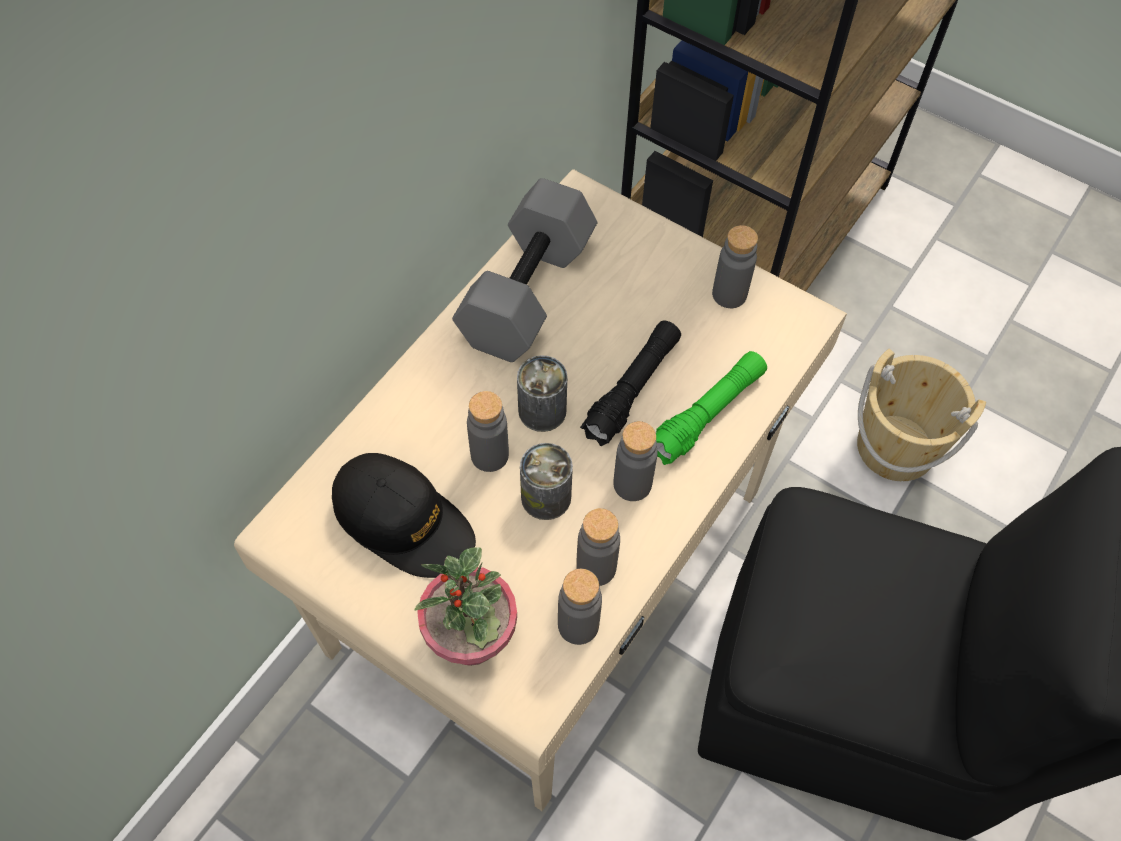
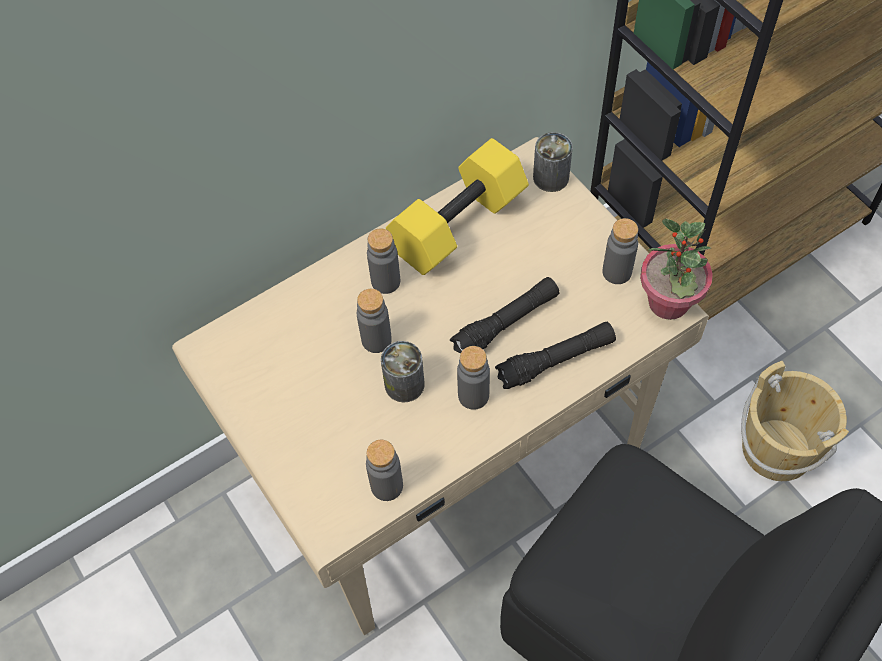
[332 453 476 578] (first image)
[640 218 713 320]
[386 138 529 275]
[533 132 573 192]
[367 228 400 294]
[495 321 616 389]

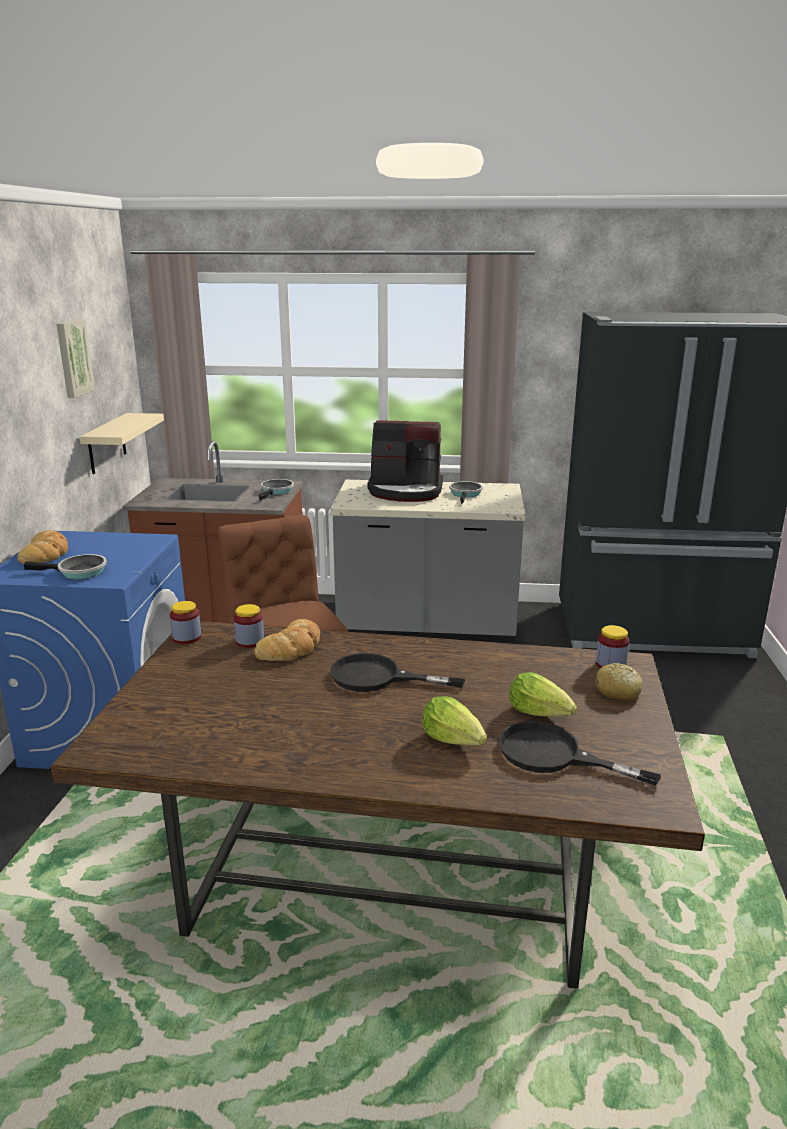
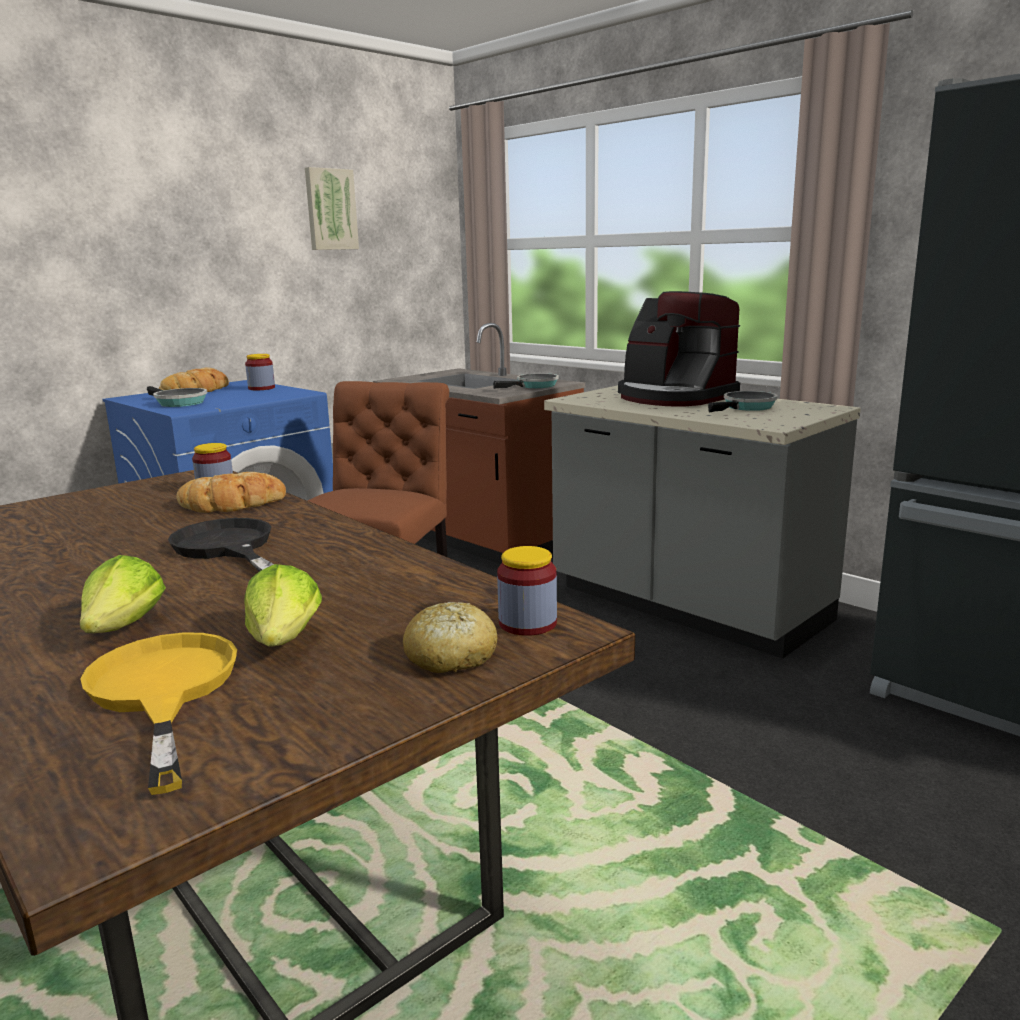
[80 413 164 474] (first image)
[245 354 275 390]
[81 632 237 795]

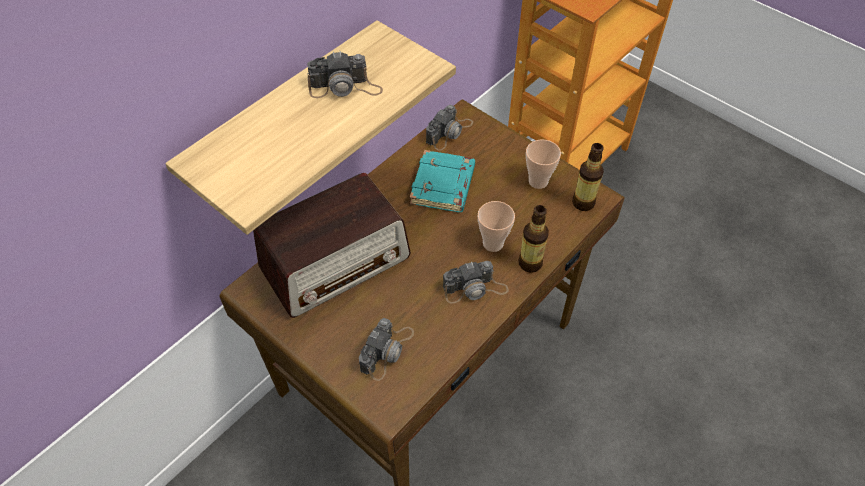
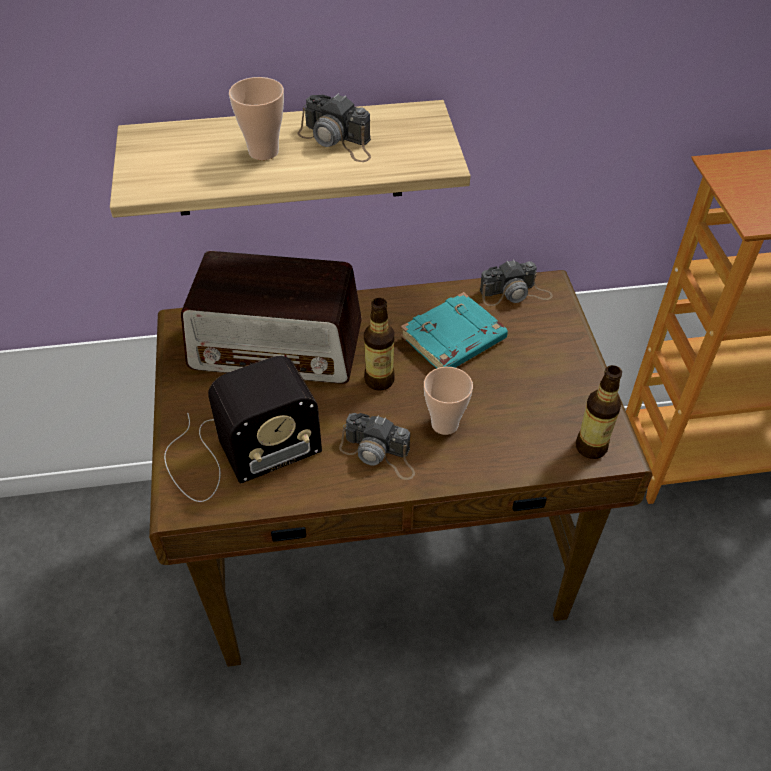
[164 356 322 502]
[364 298 395 391]
[229 77 284 160]

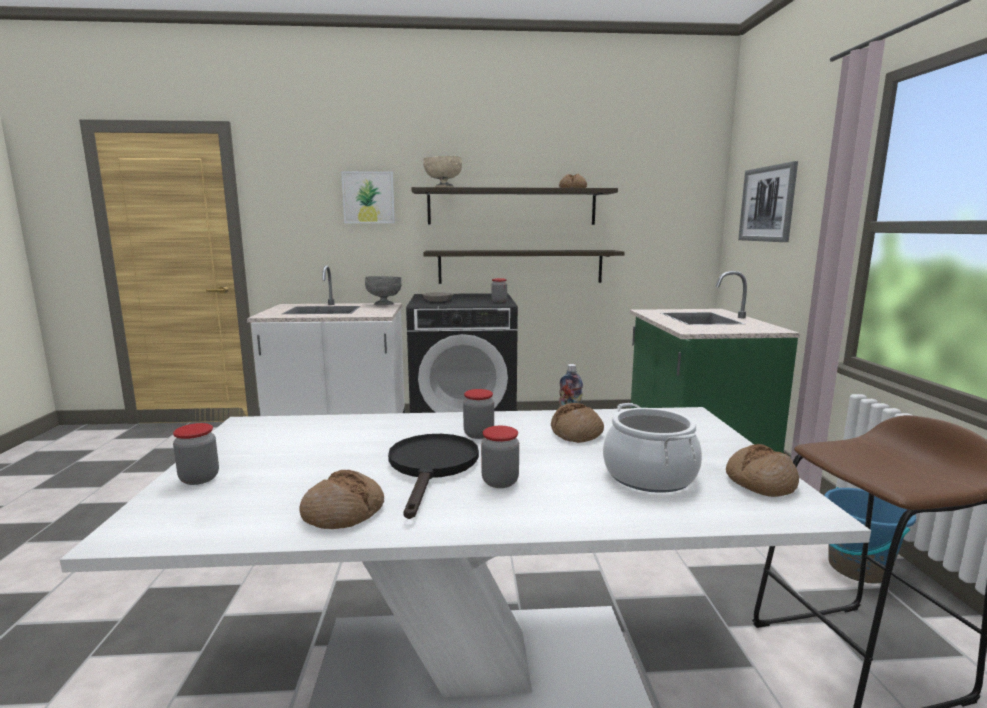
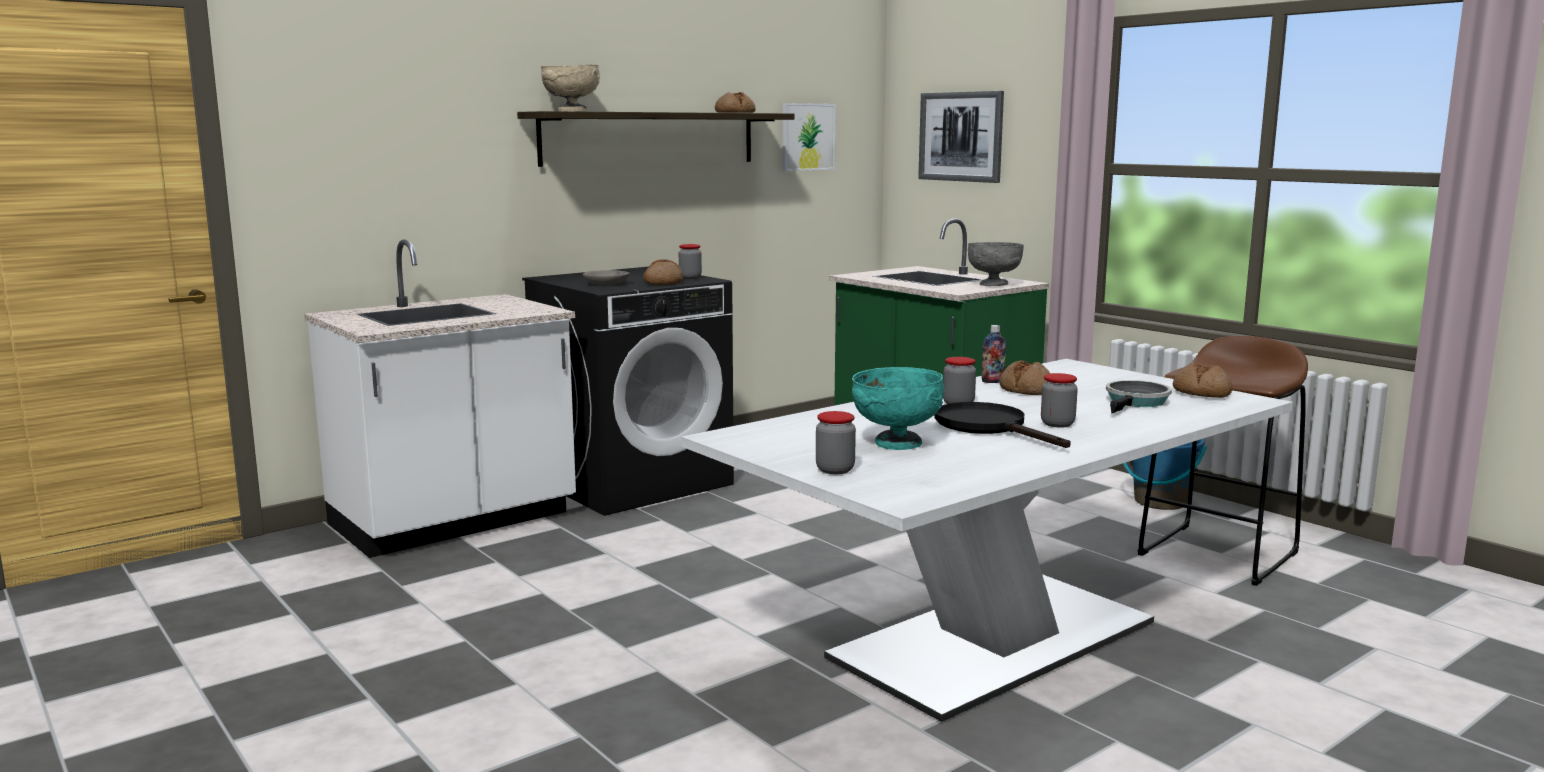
[643 259 683 285]
[783 103 836 171]
[968 242 1024 286]
[423 250 624 284] (first image)
[1106 380 1172 413]
[852 367 944 450]

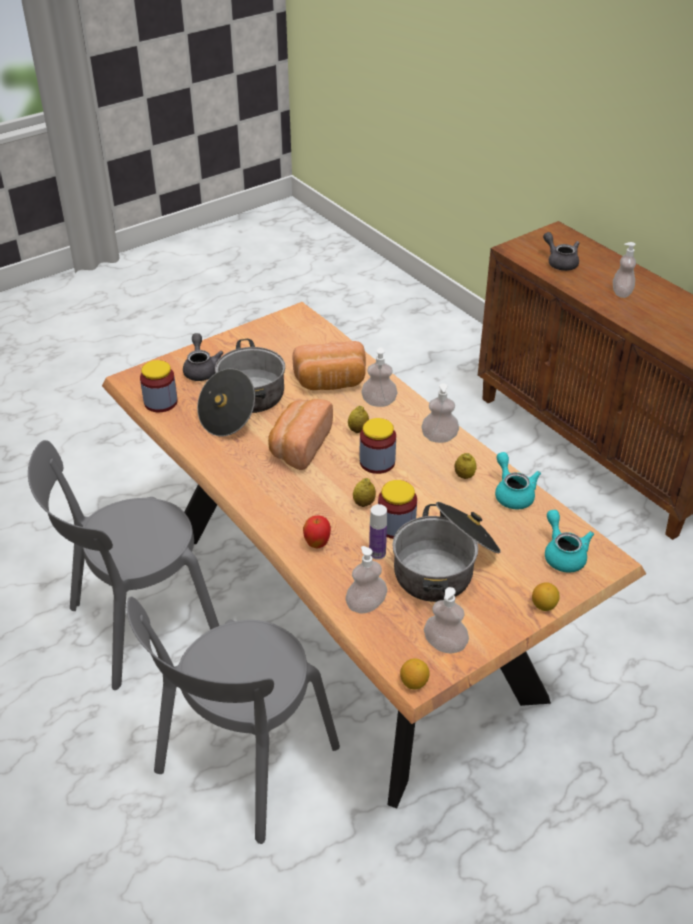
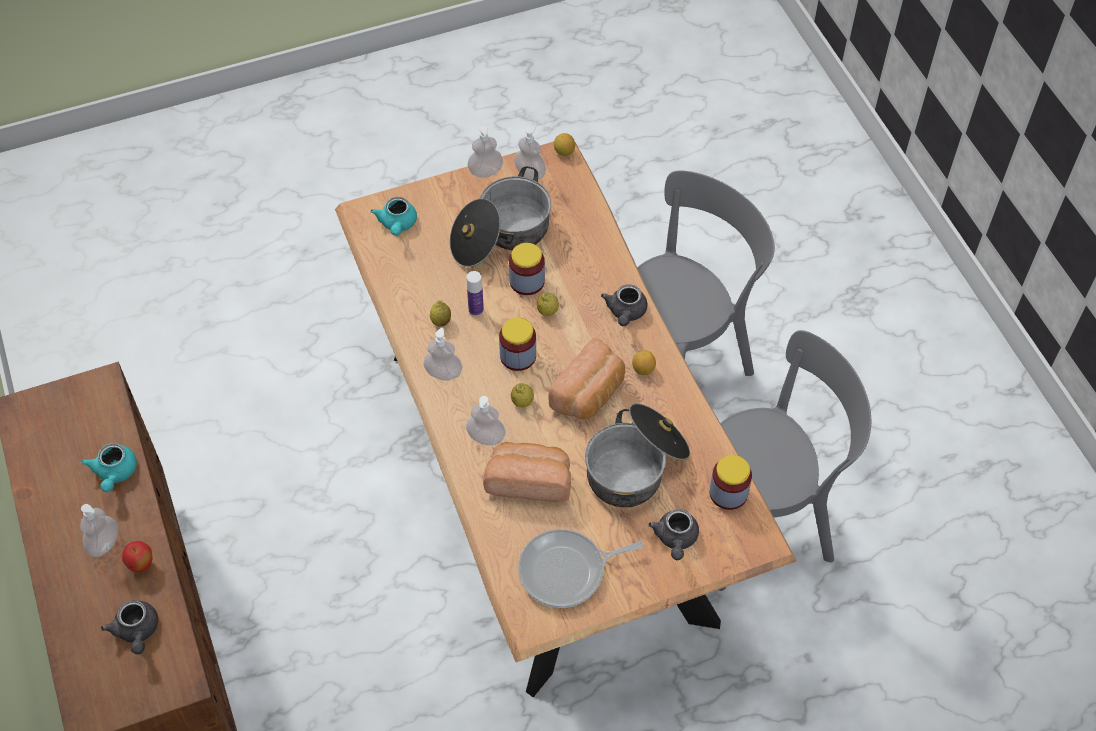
[122 541 153 572]
[467 126 503 178]
[467 271 484 316]
[81 443 137 492]
[632 350 656 375]
[518 529 644 608]
[601 284 647 326]

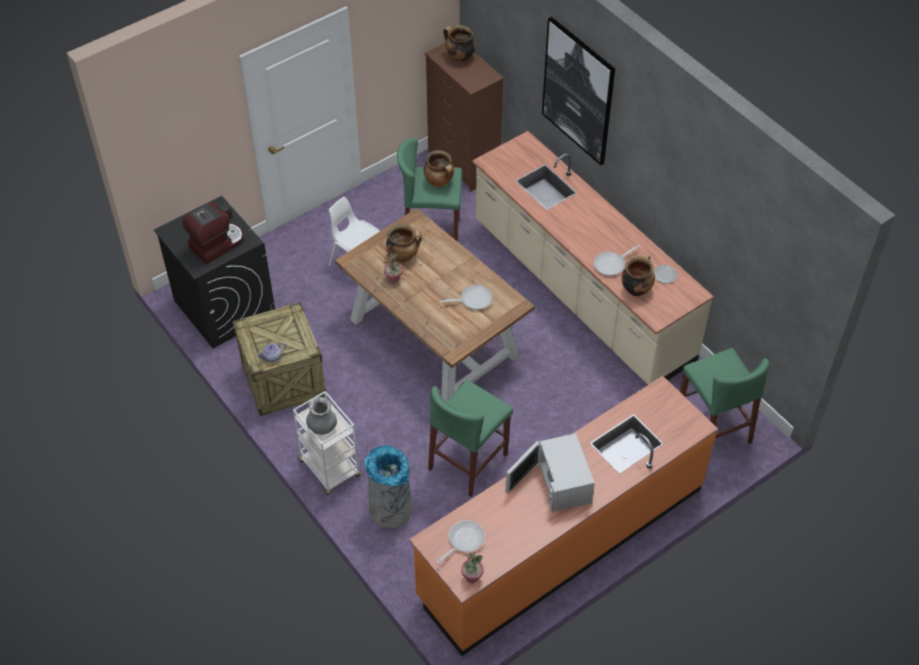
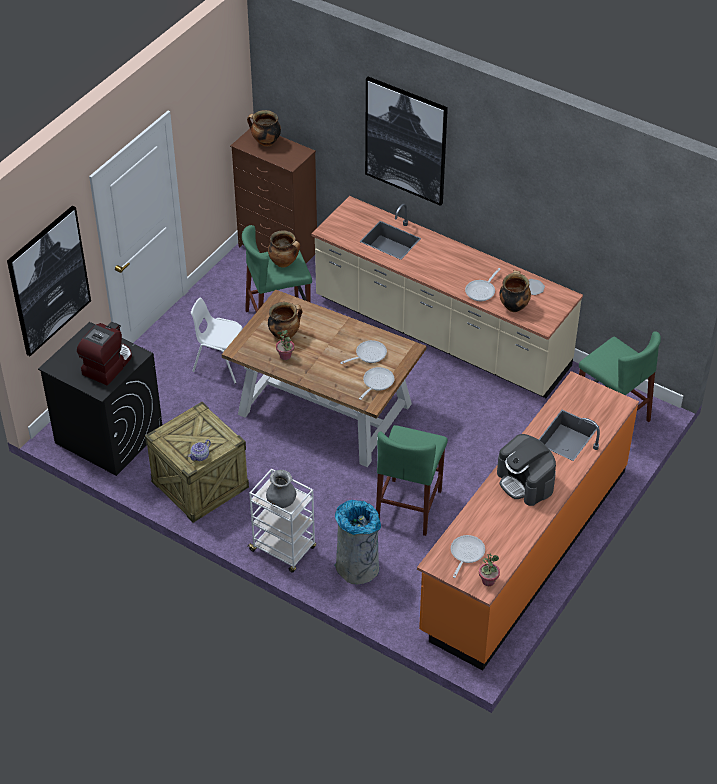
[497 434 556 506]
[7 205 91 356]
[359 367 394 400]

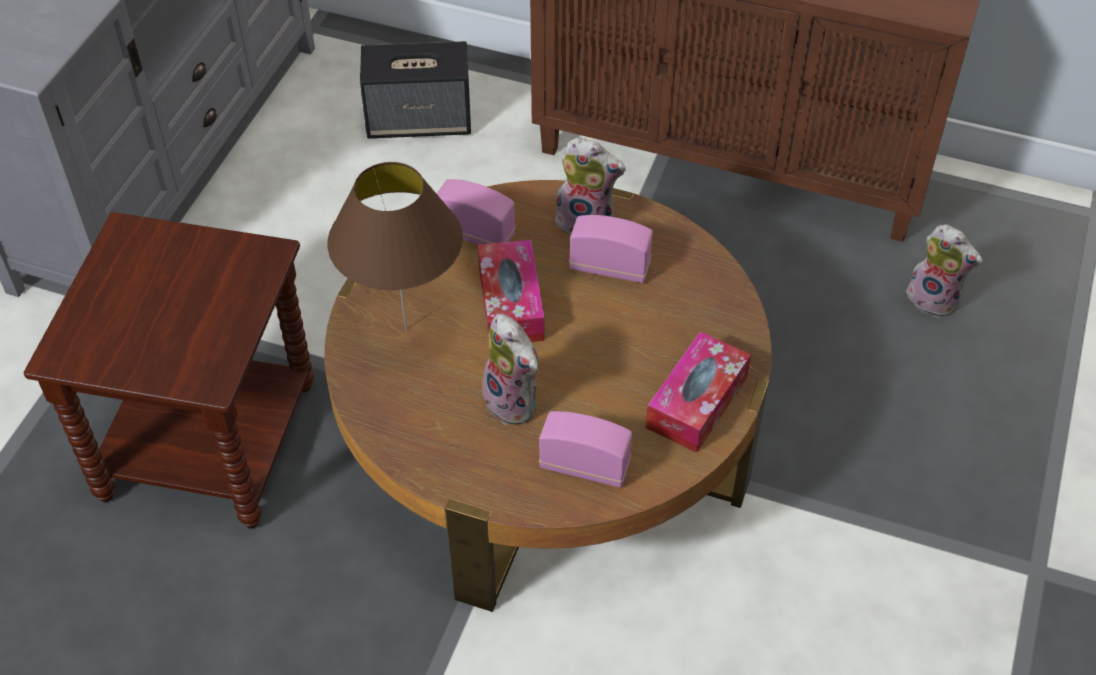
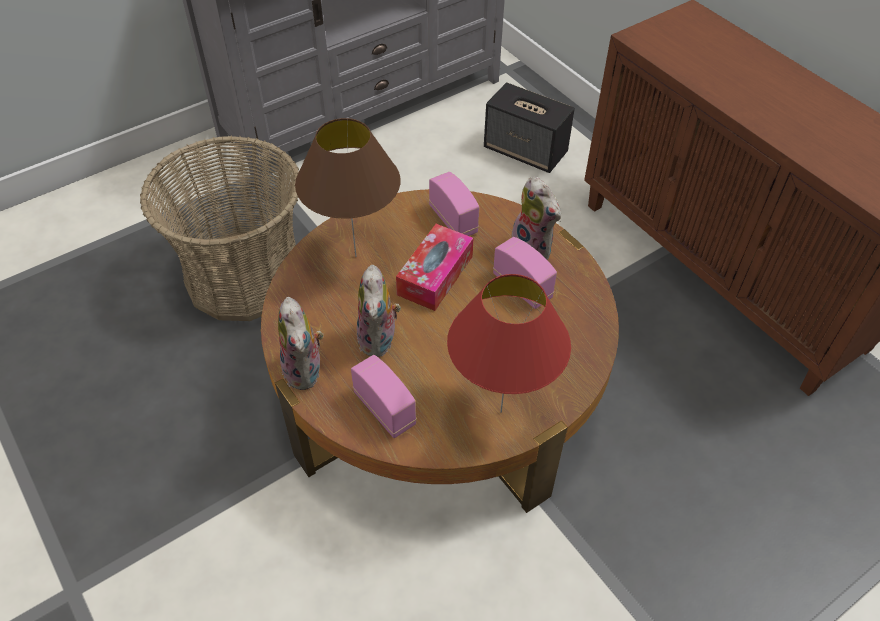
[140 136 299 321]
[447 274 571 413]
[278 297 323 390]

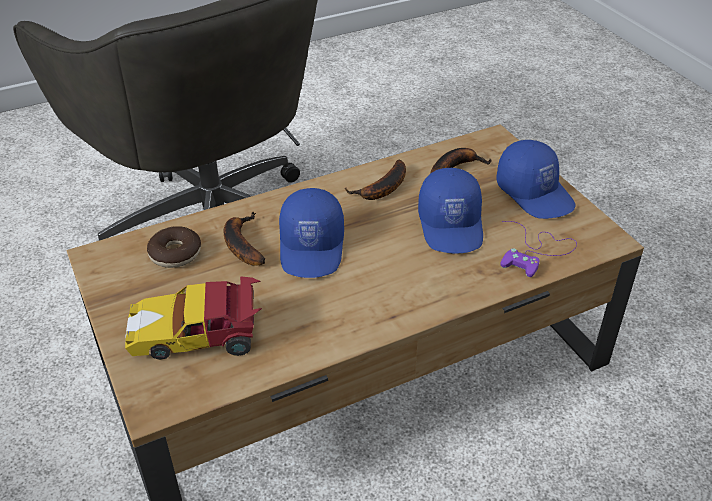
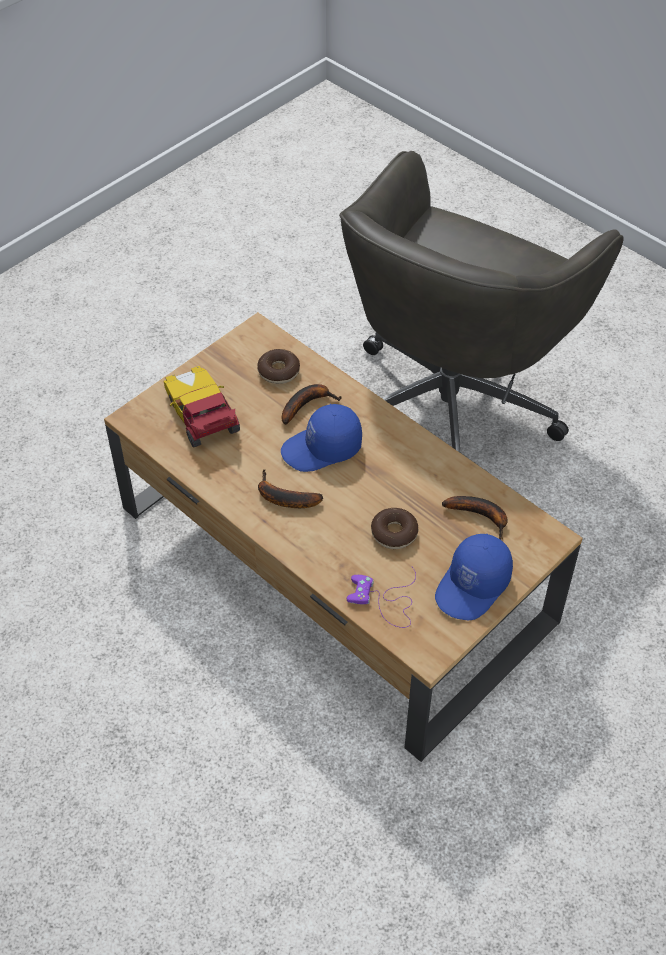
[258 470 323 508]
[371 508 418 549]

